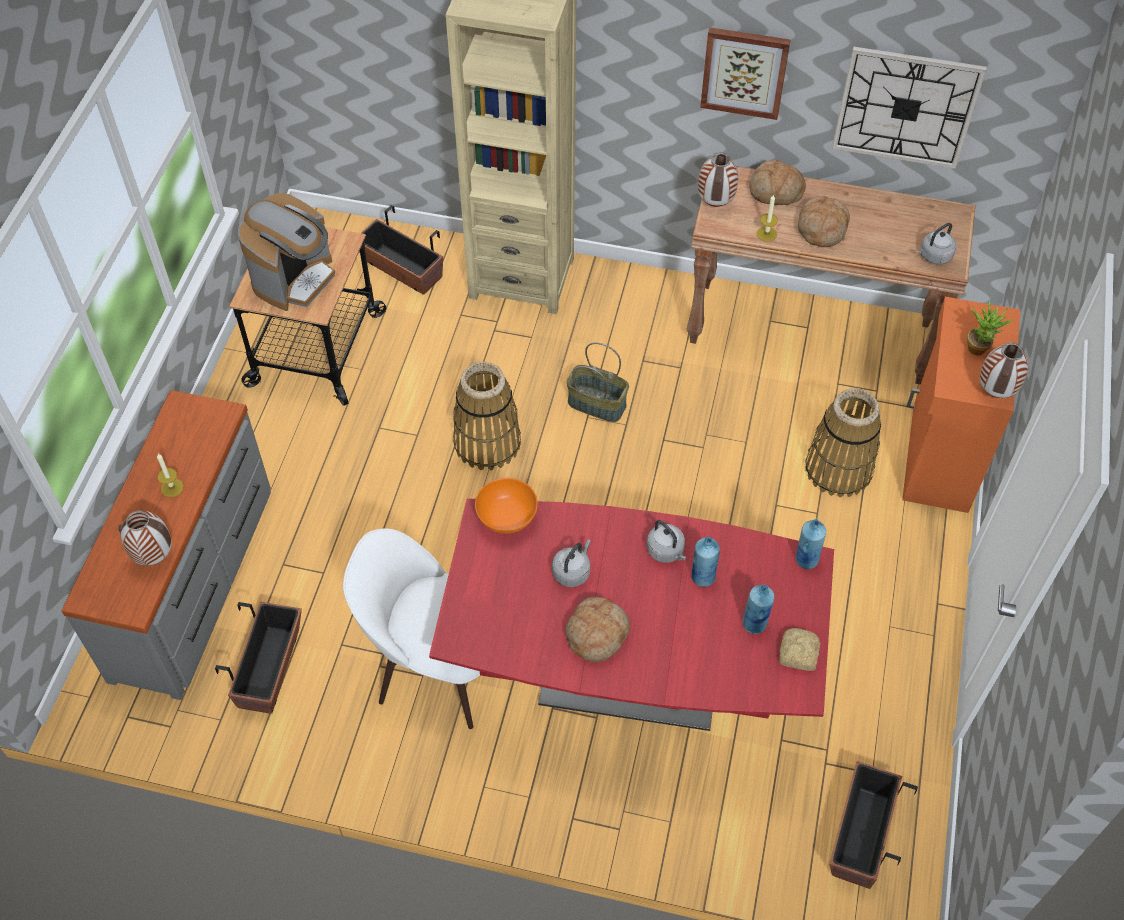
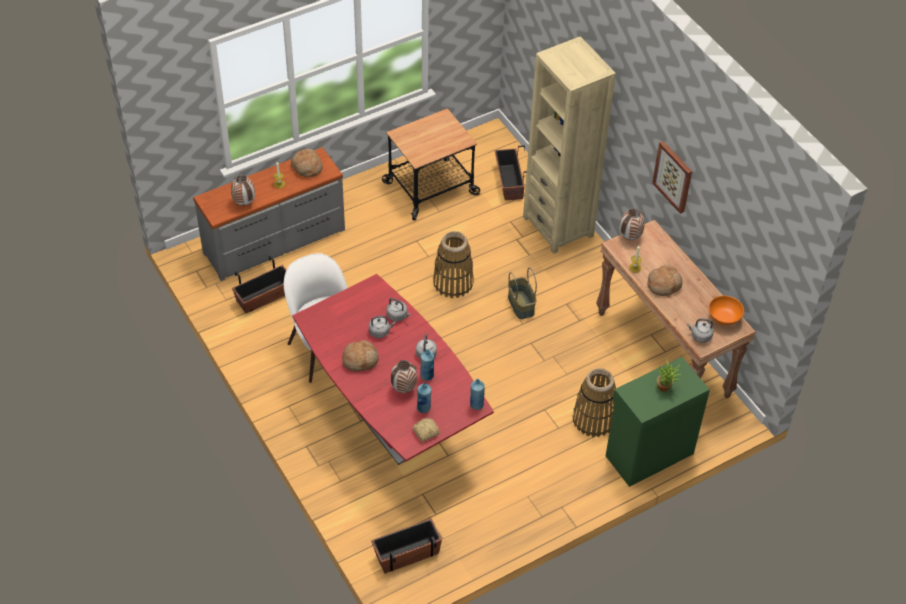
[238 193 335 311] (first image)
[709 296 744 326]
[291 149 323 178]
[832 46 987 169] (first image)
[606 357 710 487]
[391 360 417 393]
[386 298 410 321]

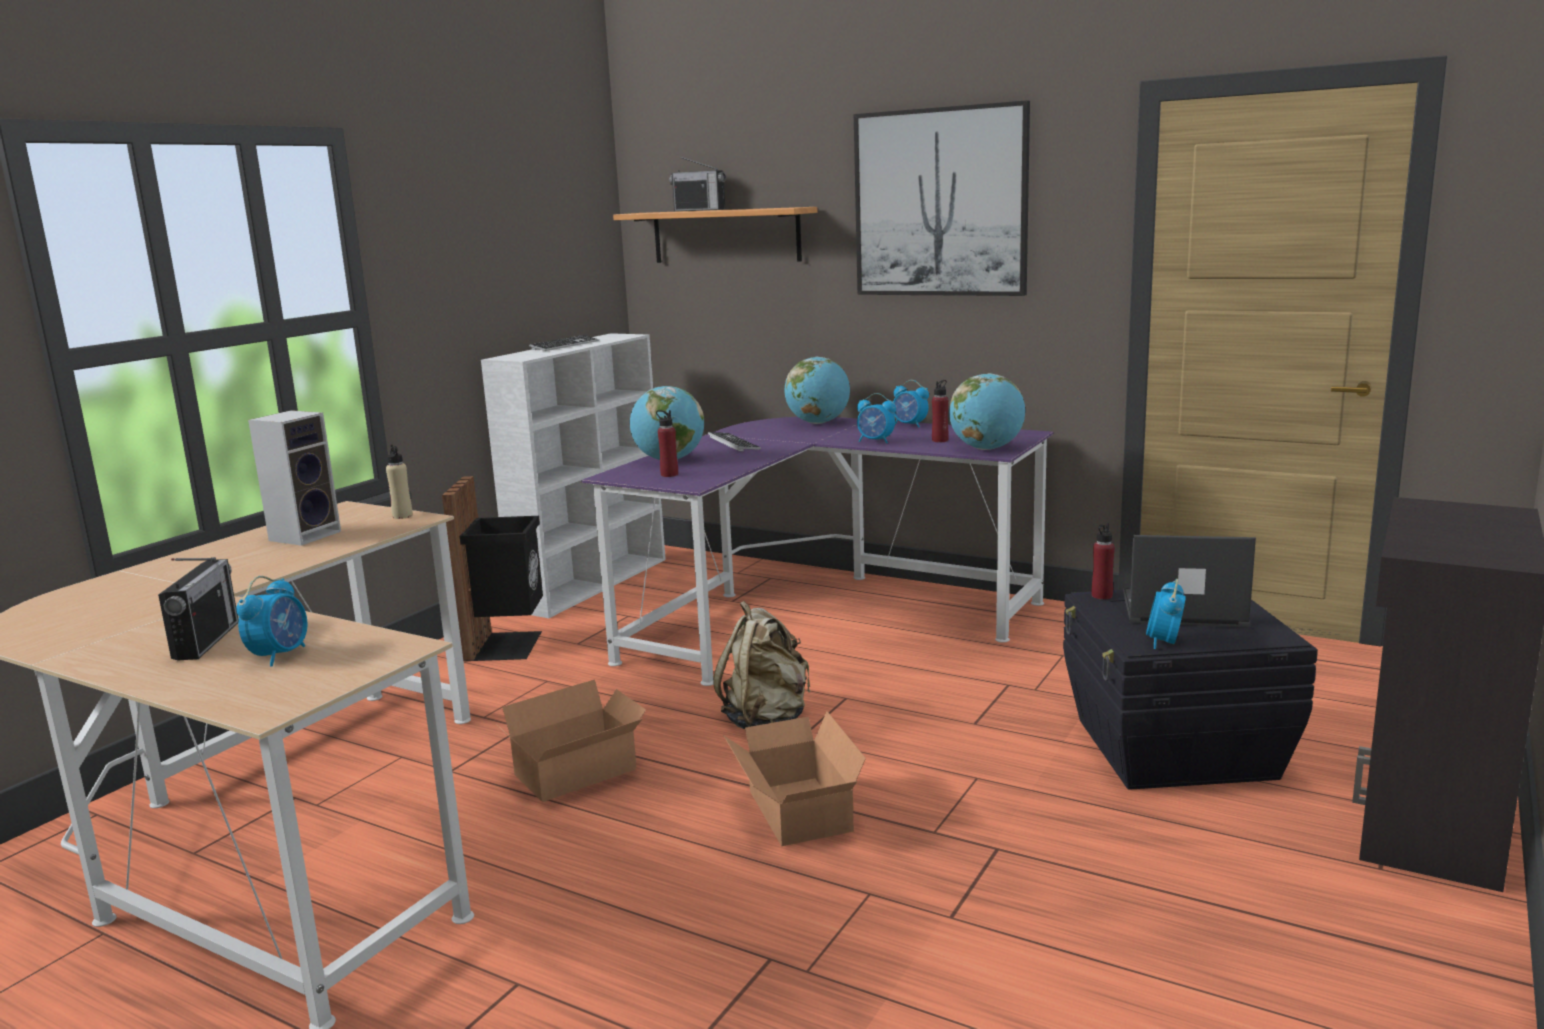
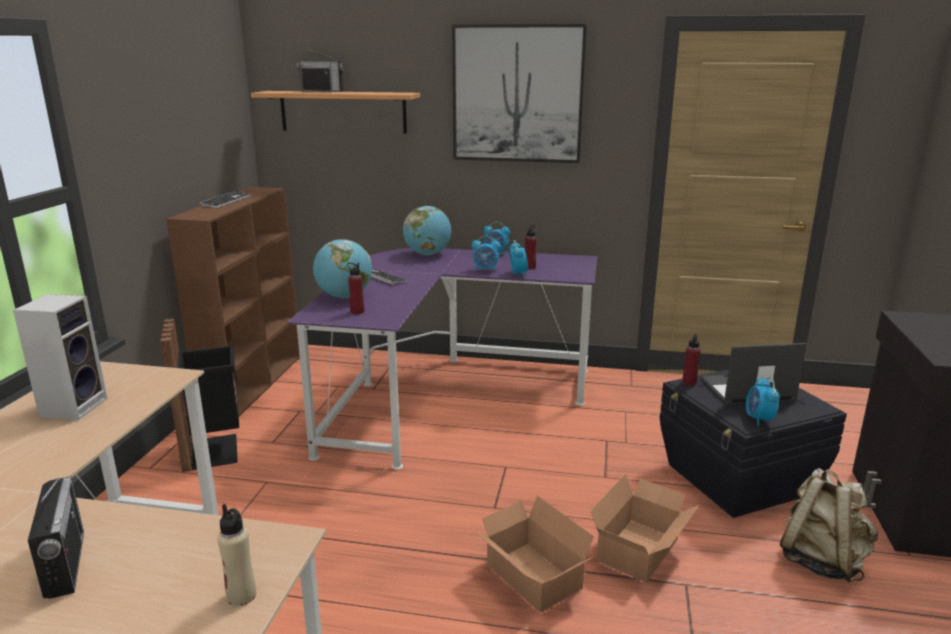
[509 240 528 278]
[217 504 256 606]
[166 187 300 417]
[591 474 699 582]
[780 468 878 582]
[949 373 1025 450] (first image)

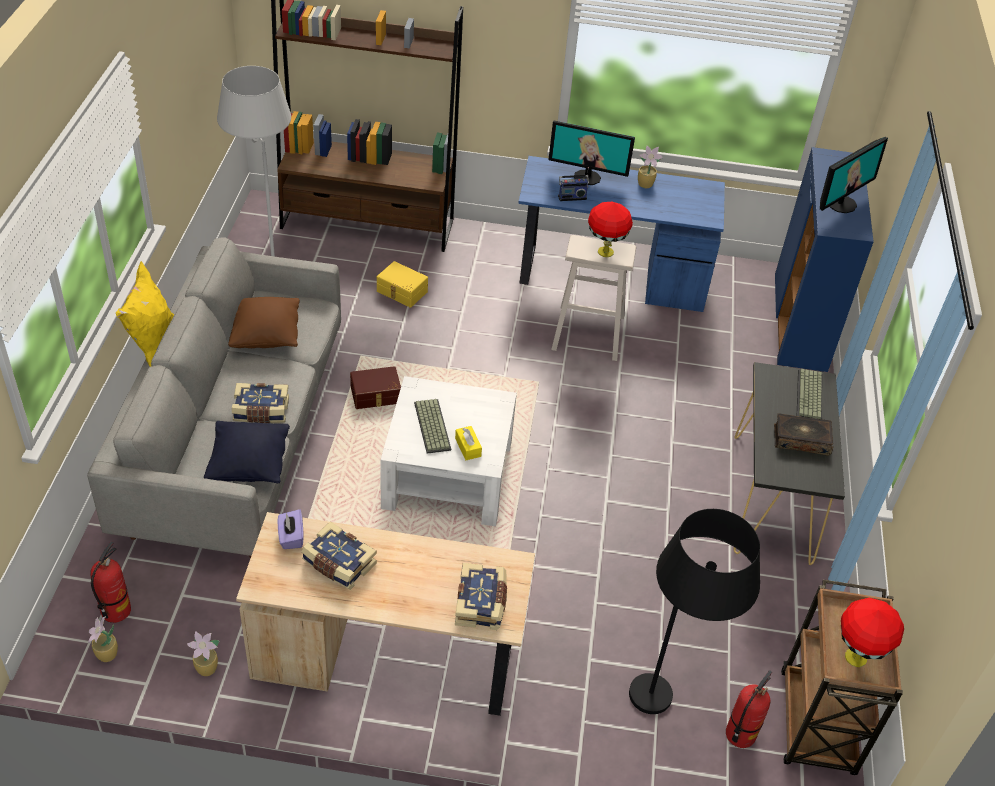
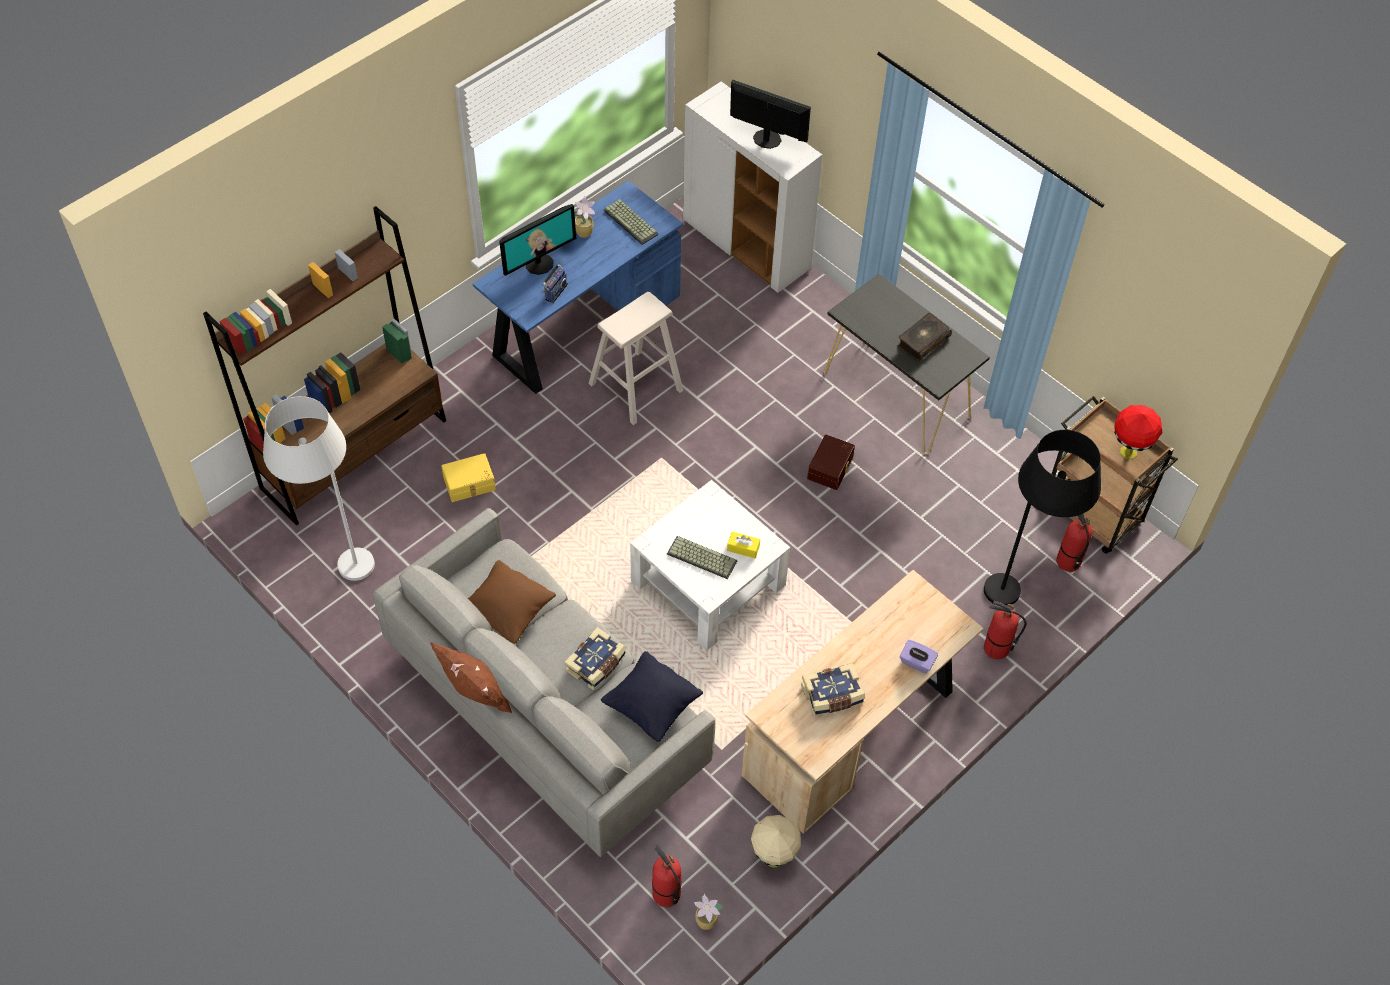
[431 642 512 713]
[751 815 801 867]
[900 640 938 673]
[807 435 855 490]
[455 563 507 630] (first image)
[588 202 633 257] (first image)
[683 81 822 293]
[604 199 658 245]
[730 80 811 149]
[984 601 1026 659]

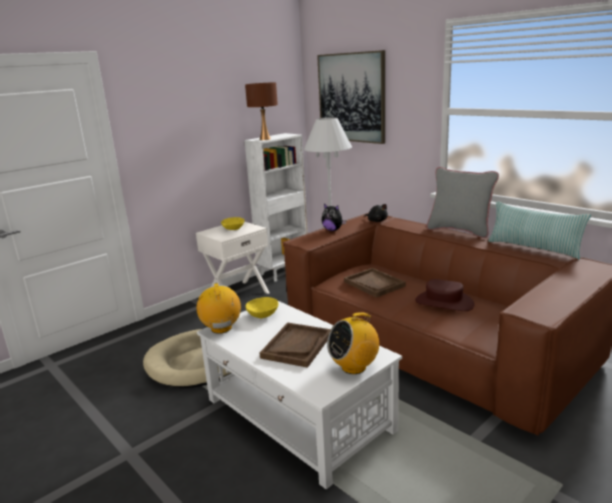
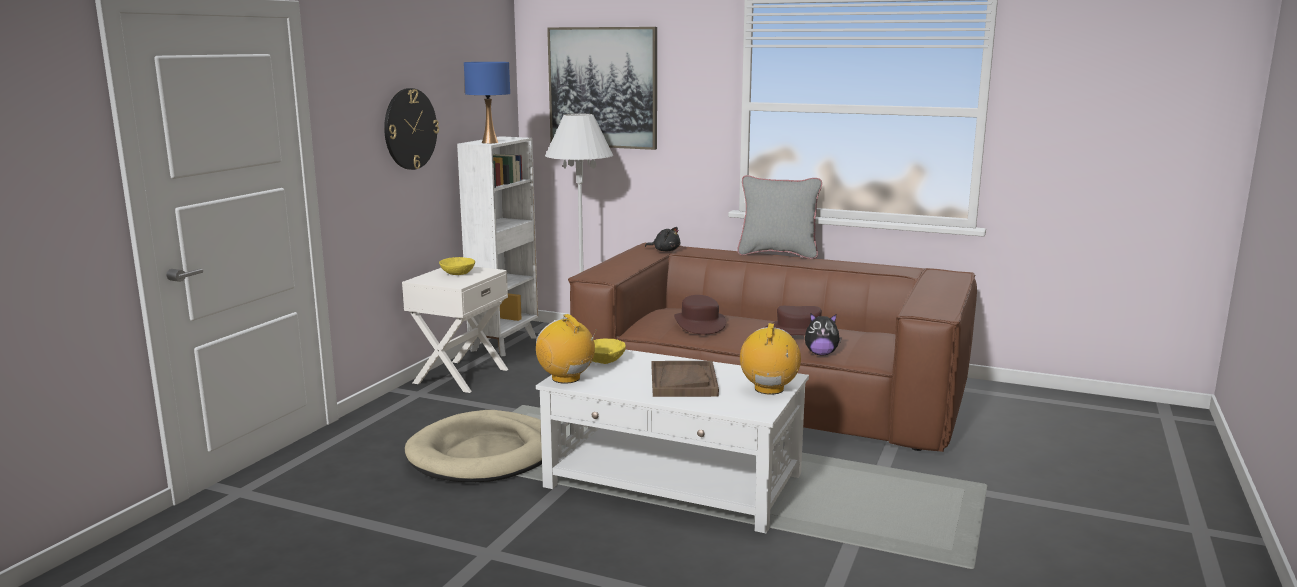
[464 62 510 144]
[805 313 842 355]
[740 323 801 395]
[674 295 726 334]
[488 201 591 259] (first image)
[384 88 439 170]

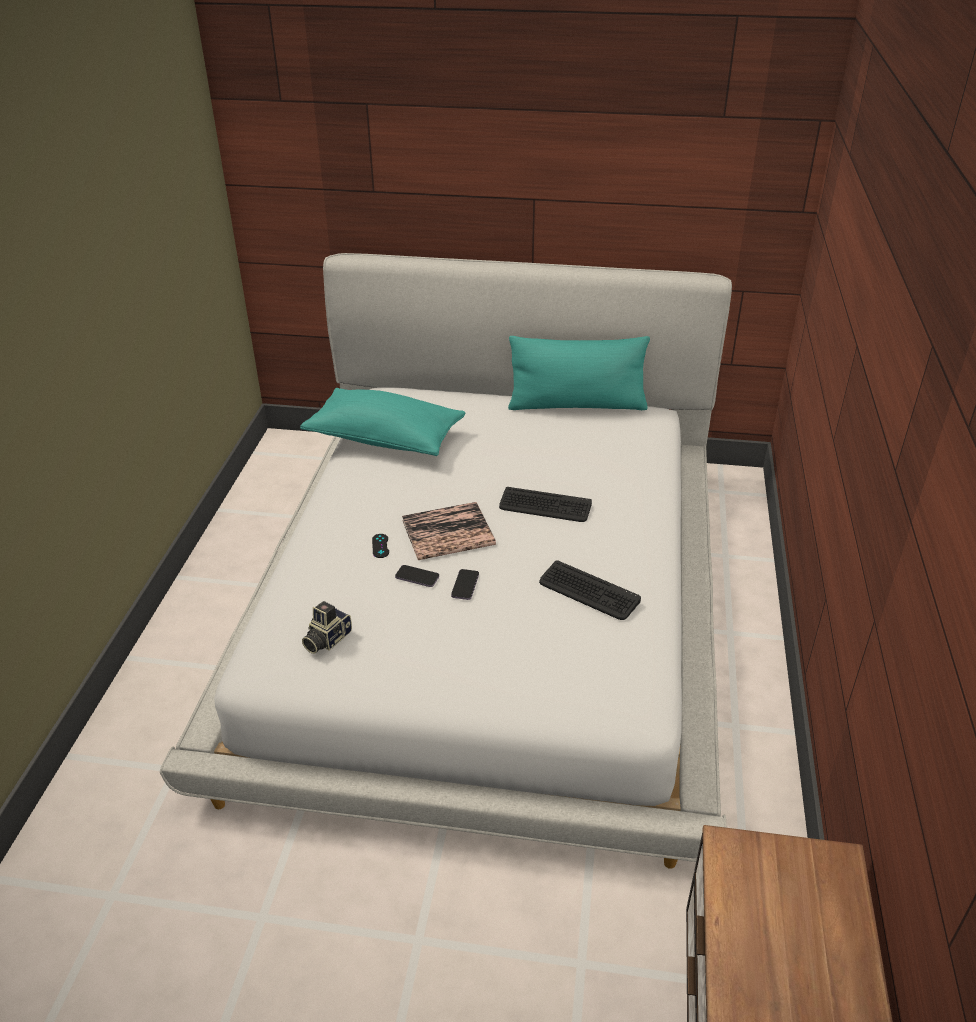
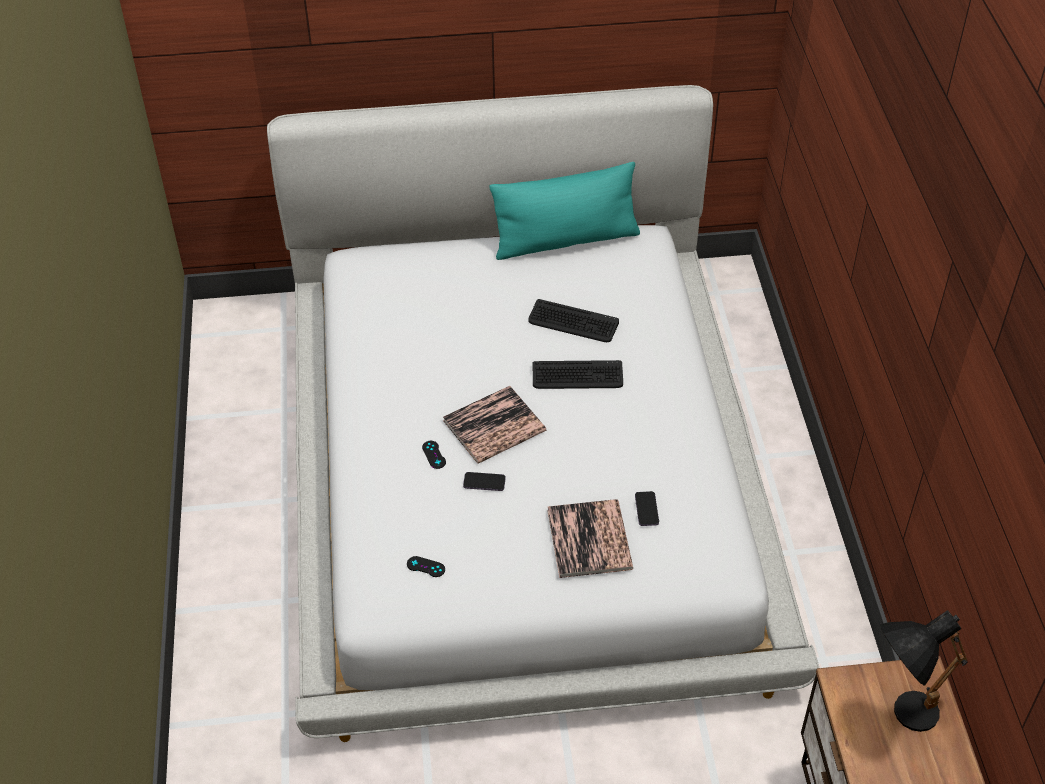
[300 388 465 456] (first image)
[407 556 445 577]
[635 491 659 526]
[528 299 619 342]
[547 499 633 578]
[880 610 967 732]

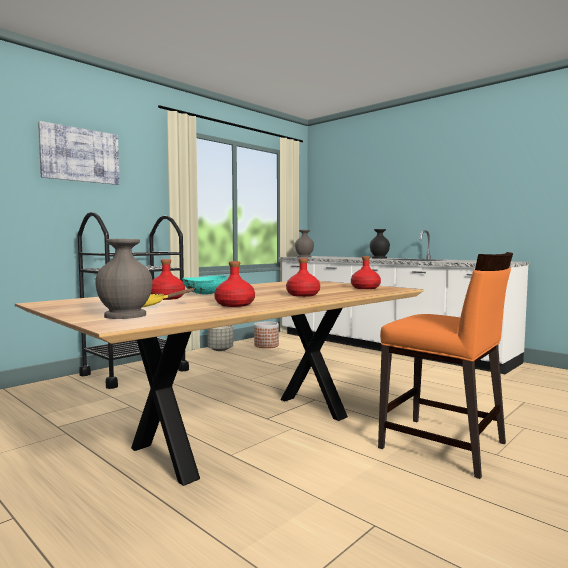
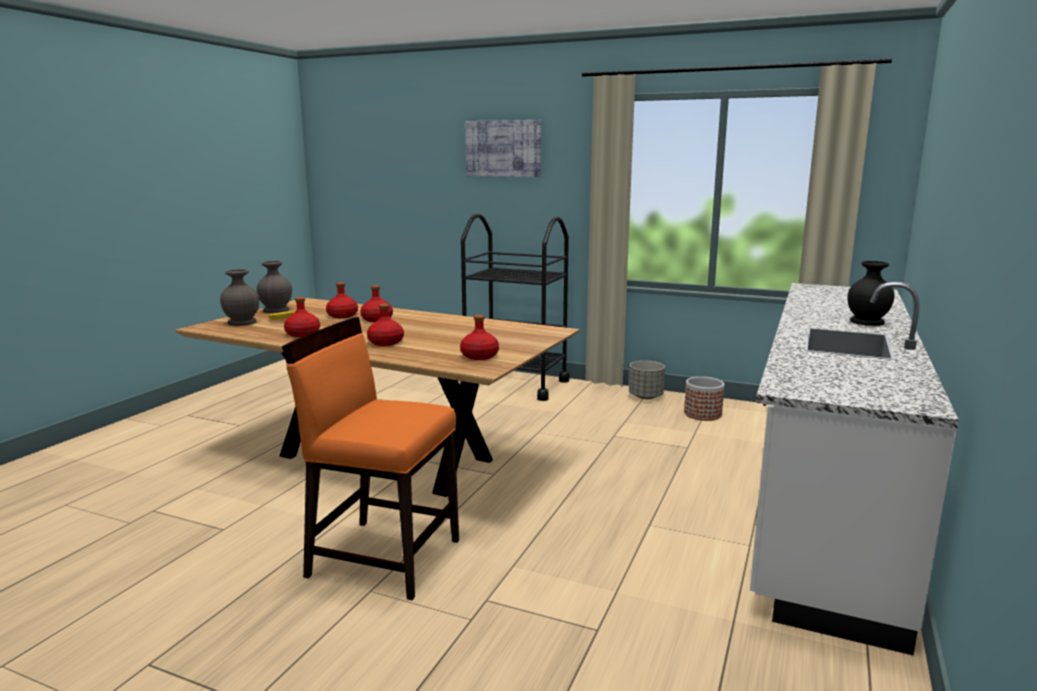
[360 285 393 322]
[257 261 292 313]
[282 317 459 600]

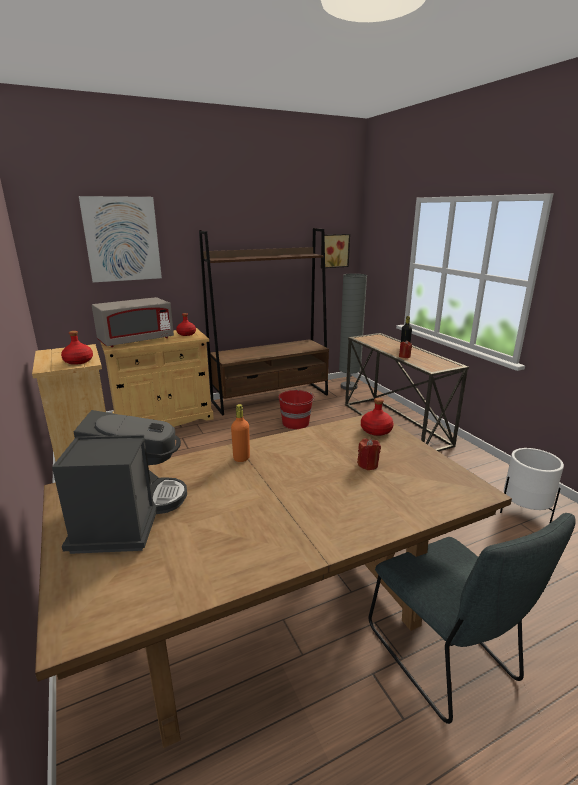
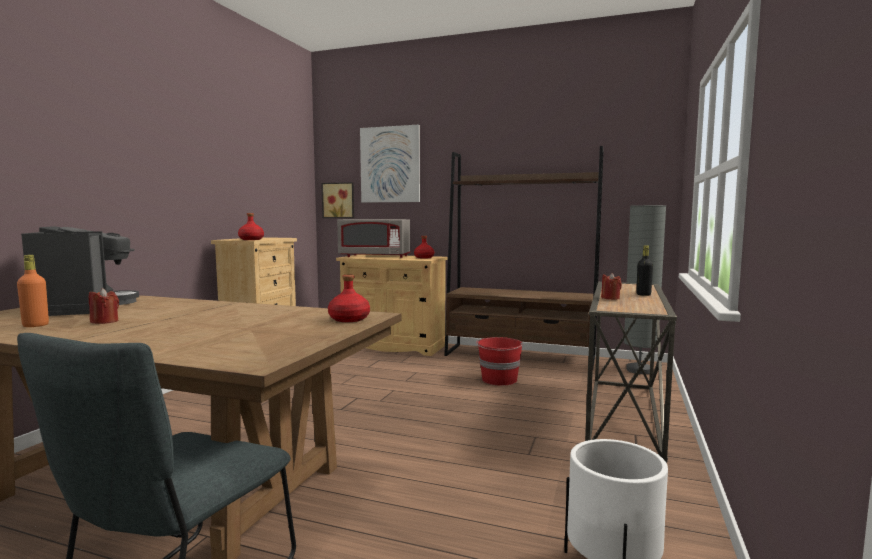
[21 226 139 316]
[17 255 49 327]
[321 182 354 218]
[89 288 119 324]

